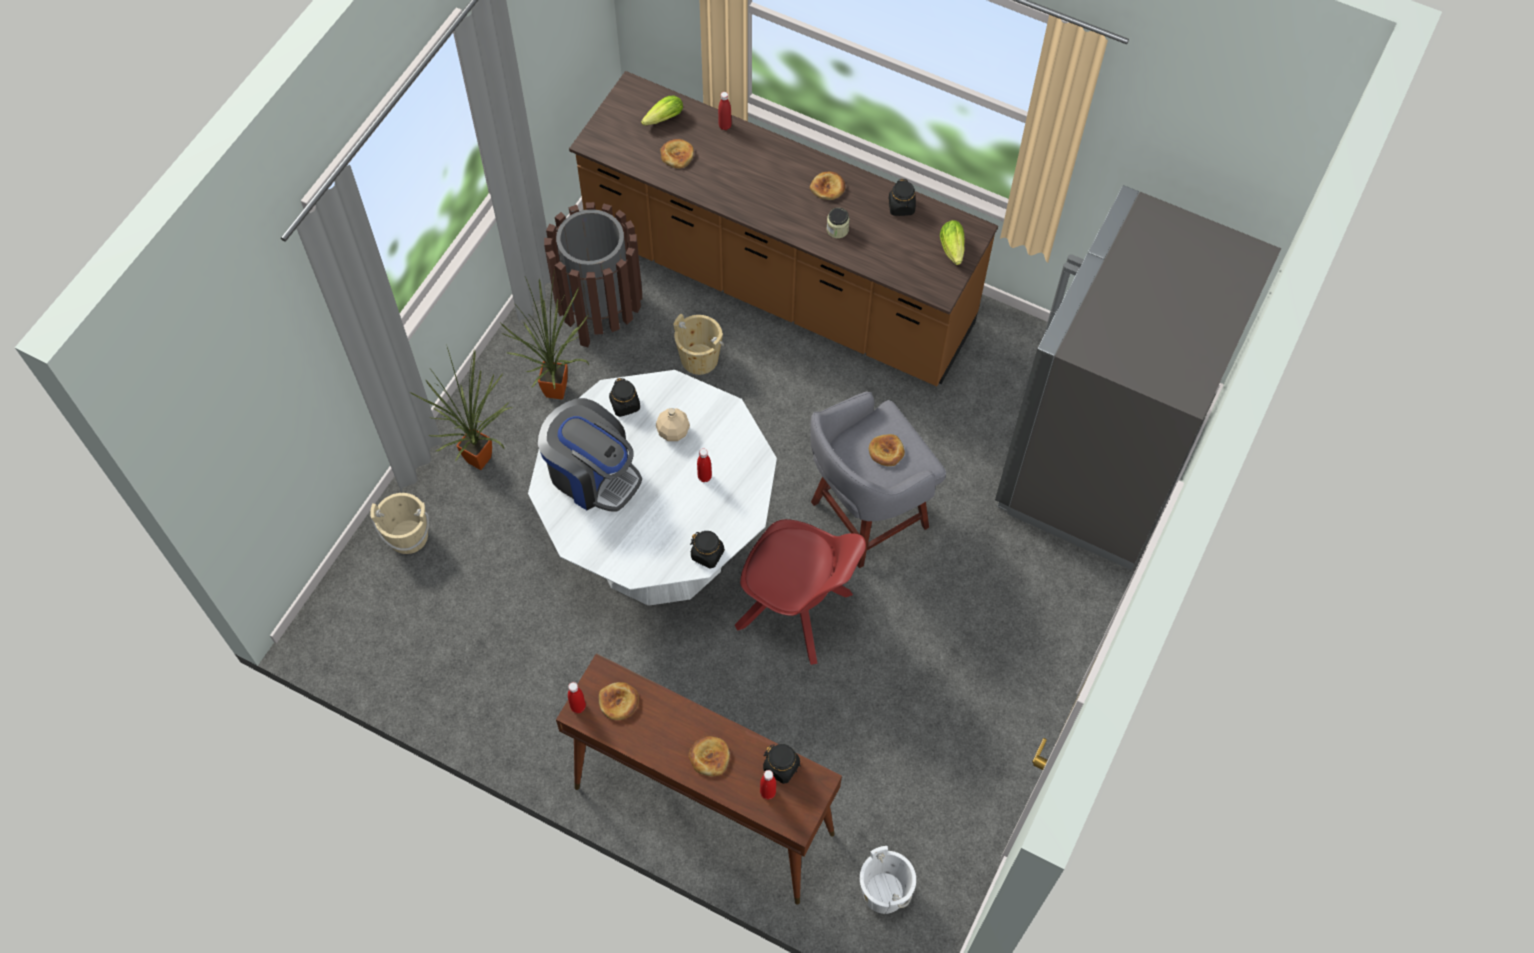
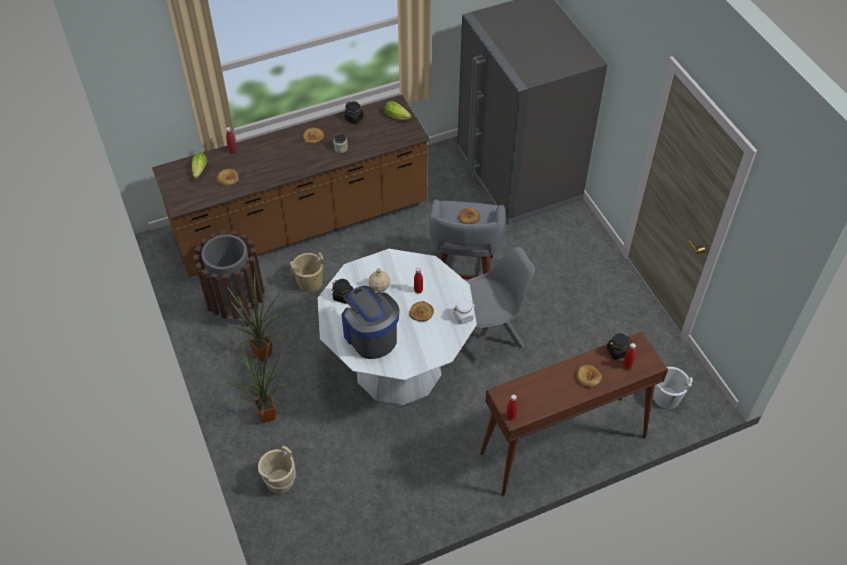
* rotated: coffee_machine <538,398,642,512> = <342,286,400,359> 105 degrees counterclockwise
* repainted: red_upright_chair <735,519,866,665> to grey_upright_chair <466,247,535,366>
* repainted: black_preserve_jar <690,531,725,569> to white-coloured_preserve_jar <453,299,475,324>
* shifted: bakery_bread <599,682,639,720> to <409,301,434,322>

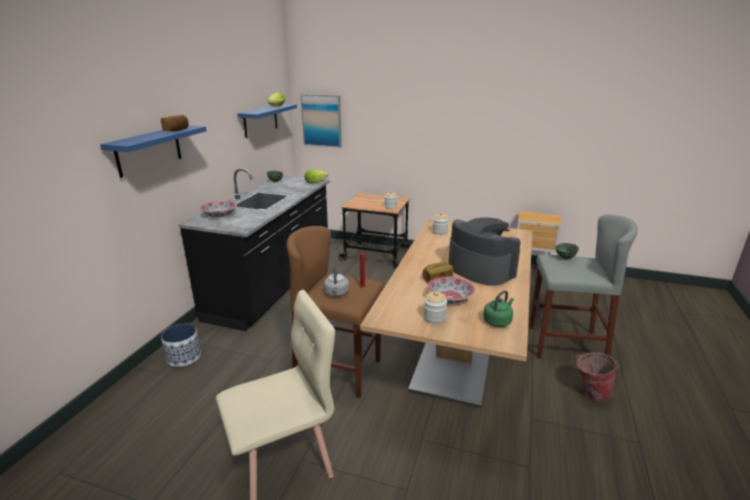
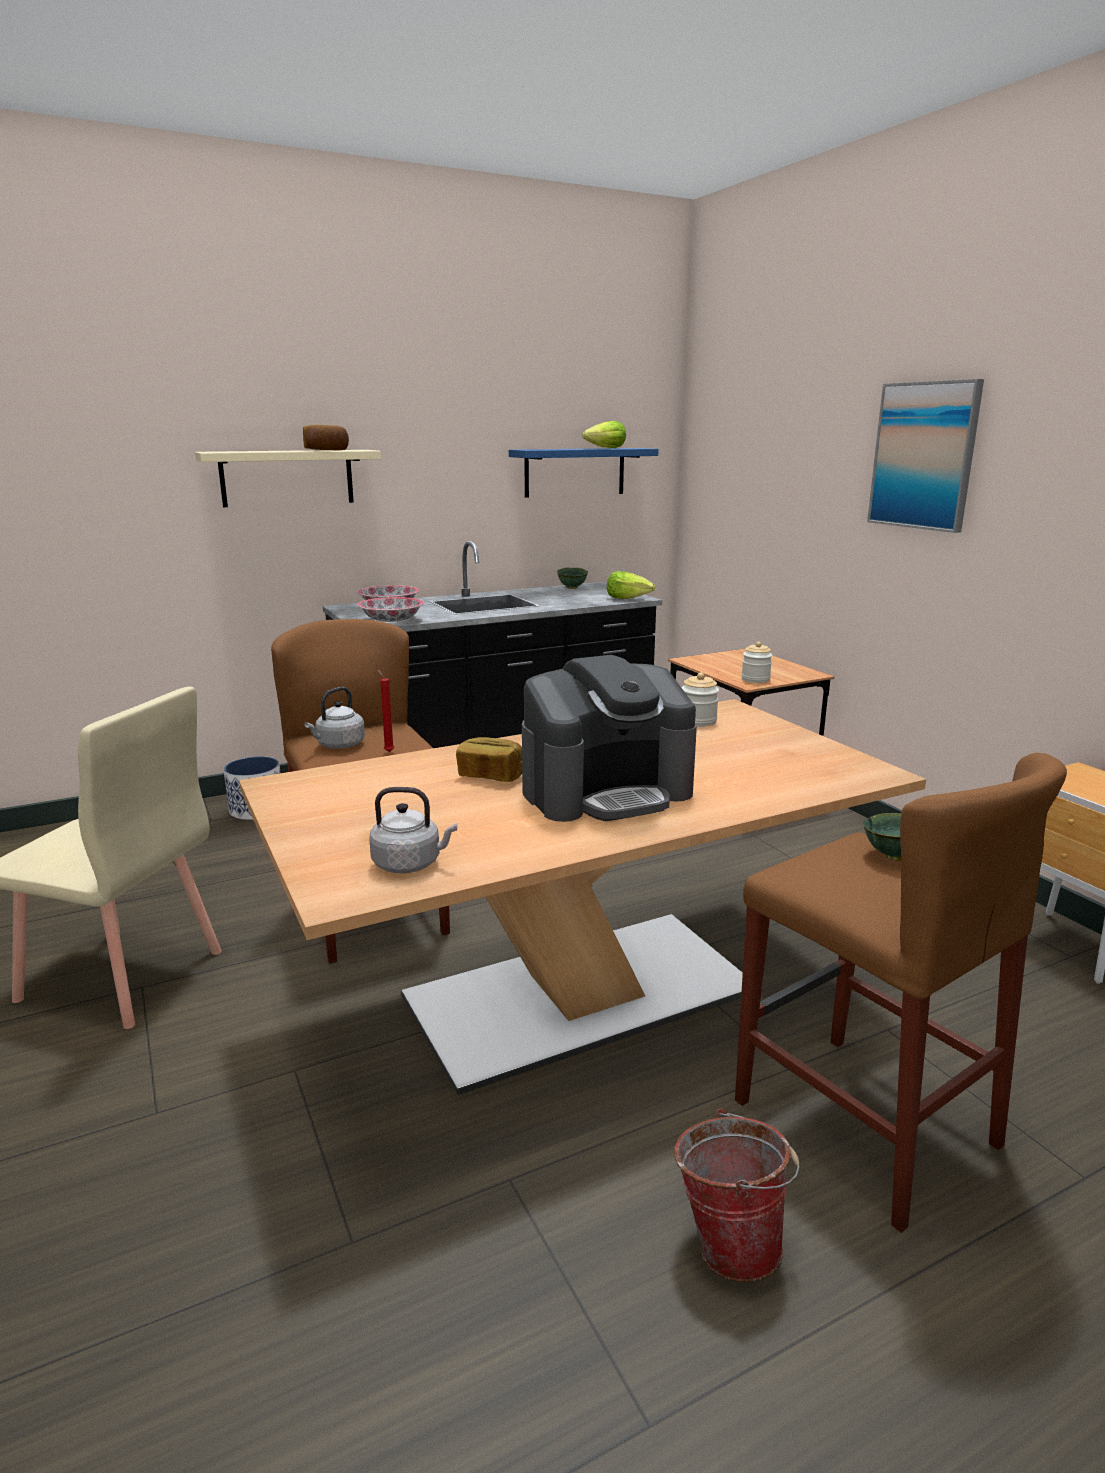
* shifted: picture <300,94,342,148> to <867,379,984,533>
* repainted: blue_wall_shelf <100,125,206,178> to sand-coloured_wall_shelf <195,450,381,507>
* repainted: grey_stool <529,214,638,359> to brownish_stool <735,753,1067,1233>
* rotated: coffee_machine <448,217,520,286> = <522,655,697,822> 60 degrees clockwise
* shifted: deep_dish <427,277,475,304> to <357,597,424,622>
* repainted: greenish_tea_kettle <483,290,514,327> to grey_tea_kettle <369,787,457,873>
* gone: preserve_jar <423,291,447,324>

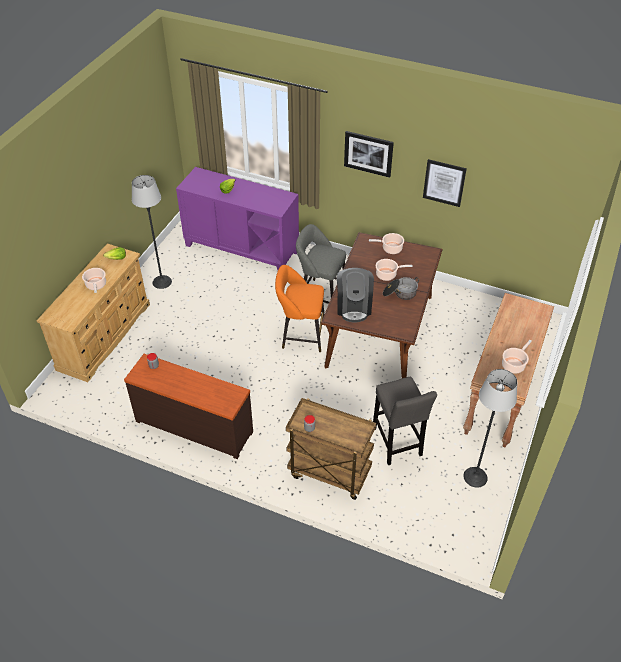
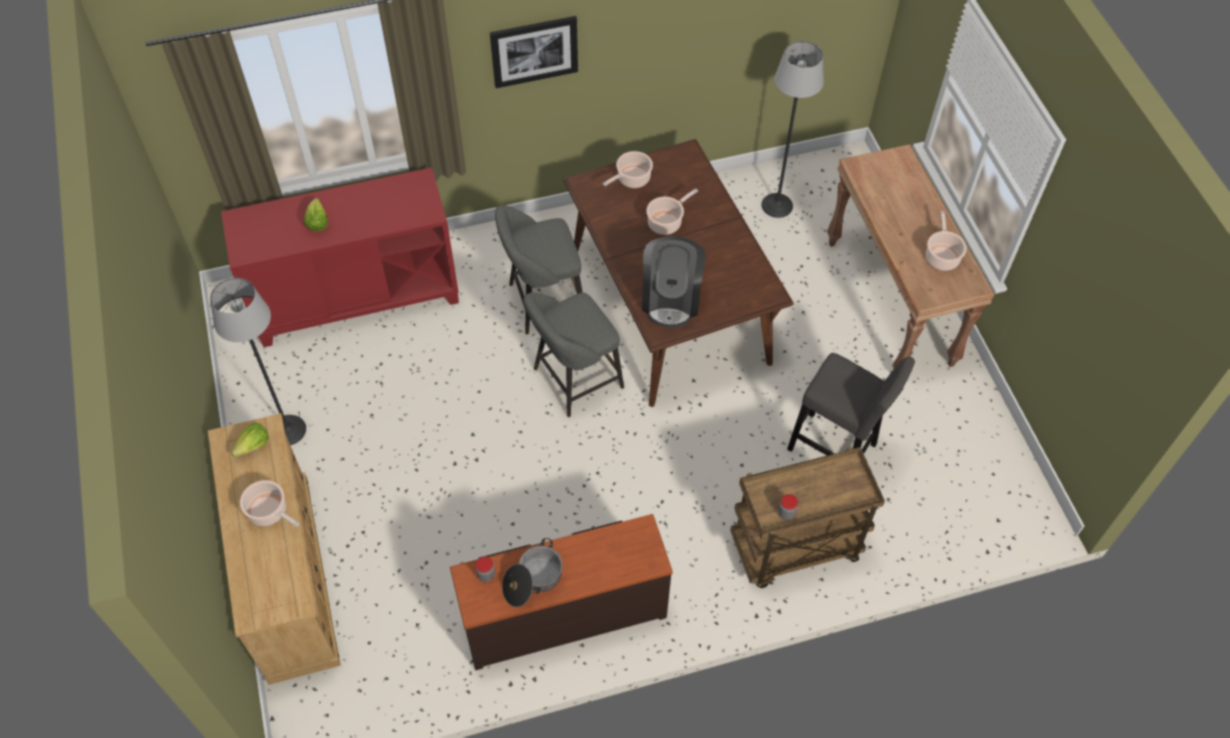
* gone: picture <423,159,467,207>
* repainted: purple-coloured_cabinet <176,167,299,270> to red_cabinet <221,167,459,347>
* repainted: orange_stool <275,265,325,352> to grey_stool <523,293,624,417>
* rotated: coffee_machine <337,268,374,323> = <642,236,705,328> 45 degrees clockwise
* shifted: stockpot <383,277,419,300> to <502,538,562,607>
* shifted: standard_lamp <463,369,517,488> to <761,41,824,218>

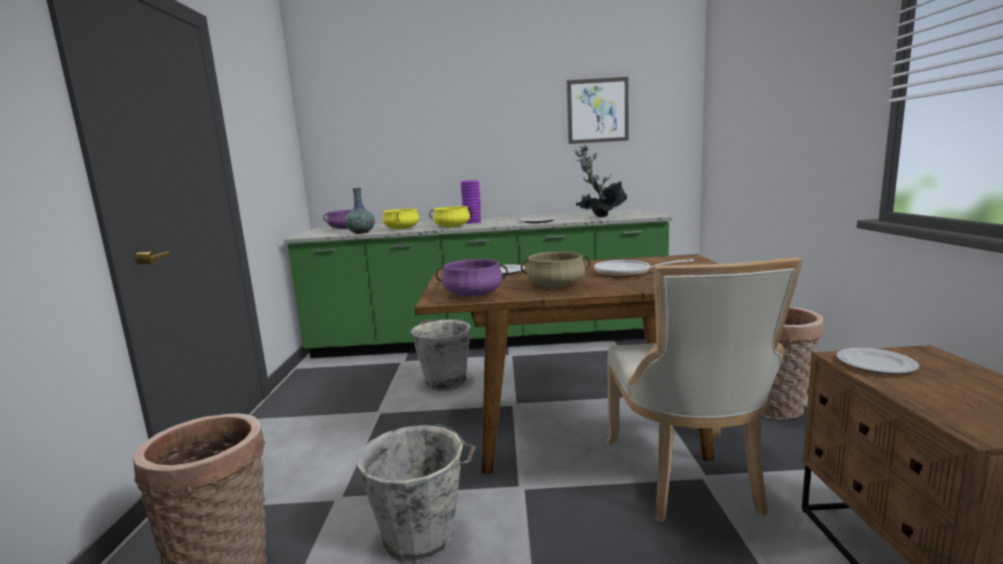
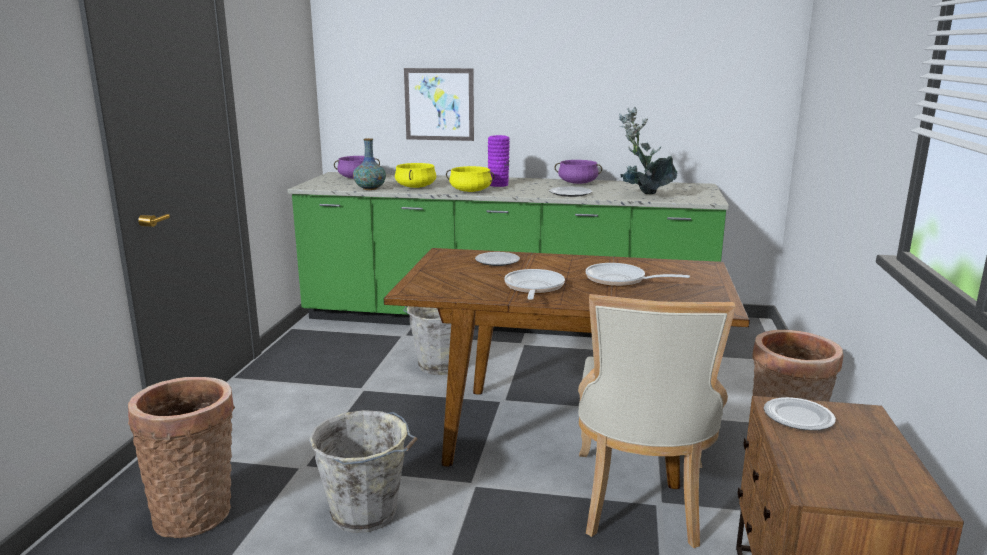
* shifted: picture <567,77,629,144> to <404,68,474,141>
* swapped: sand-coloured_stockpot <521,252,591,288> to pan <505,269,565,300>
* shifted: purple-coloured_stockpot <436,259,508,297> to <555,160,602,184>

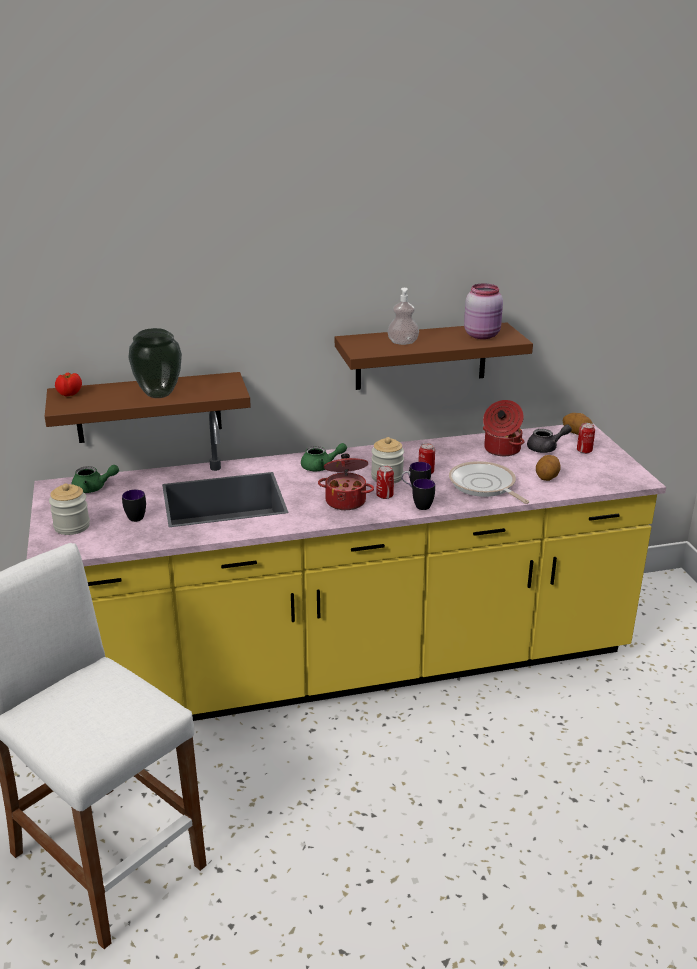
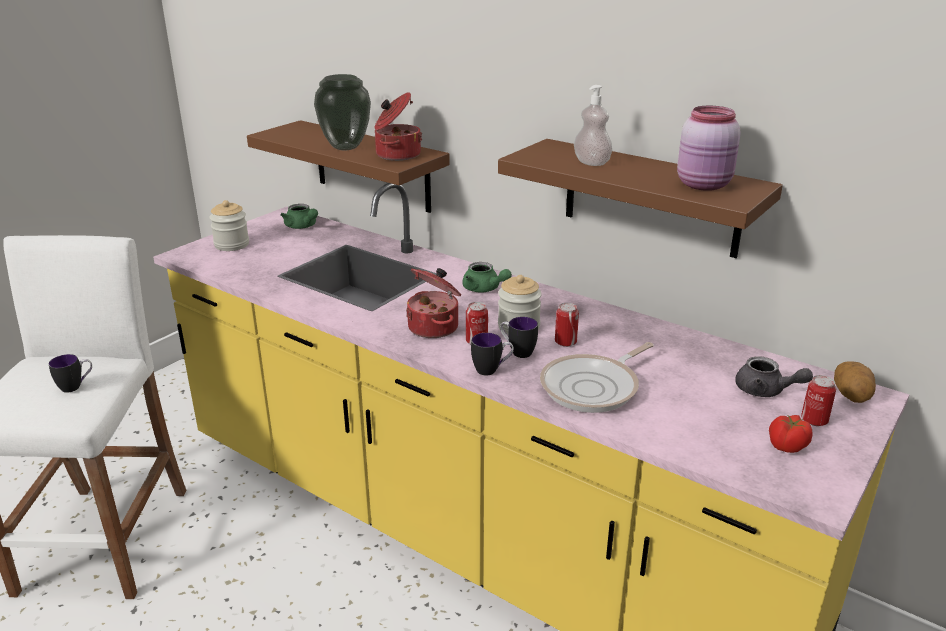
* shifted: whole_tomato <55,372,82,396> to <769,415,813,453>
* shifted: stockpot <483,400,524,456> to <374,92,422,161>
* gone: potato <536,455,561,481>
* rotated: pan <449,461,530,504> = <540,342,654,413> 150 degrees counterclockwise
* shifted: tea_mug <122,489,146,522> to <49,354,92,393>

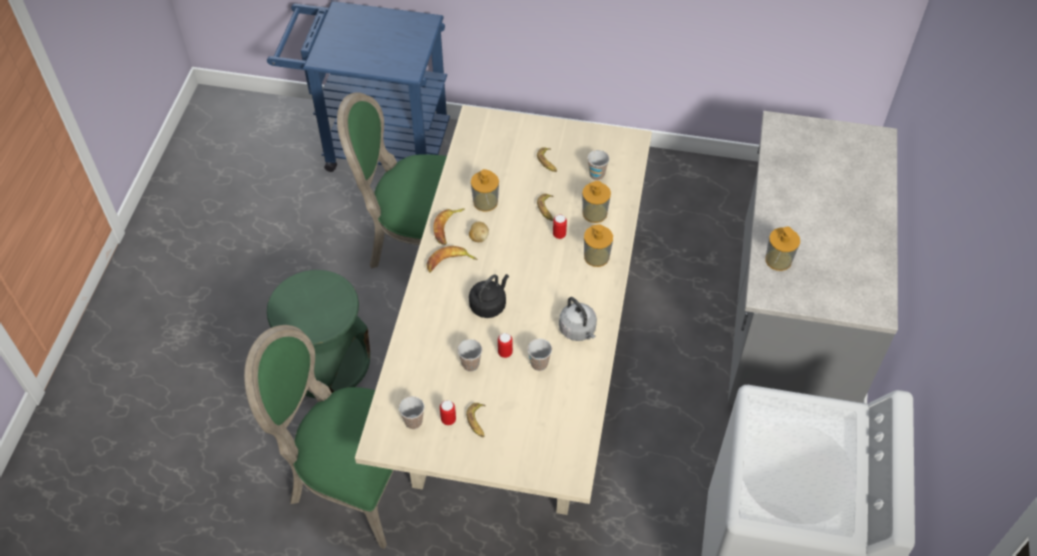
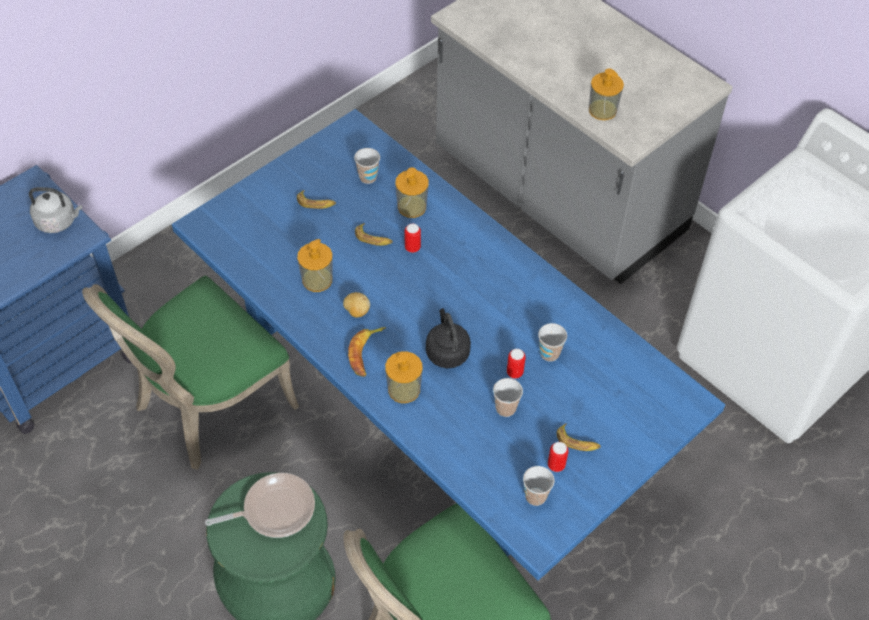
* repainted: sand-coloured_dining_table <355,105,652,515> to blue_dining_table <172,109,725,580>
* gone: banana <433,209,465,245>
* shifted: soap_dispenser <584,224,613,267> to <385,351,423,403>
* shifted: grey_tea_kettle <559,297,597,341> to <29,187,82,233>
* new: pan <205,473,315,538>

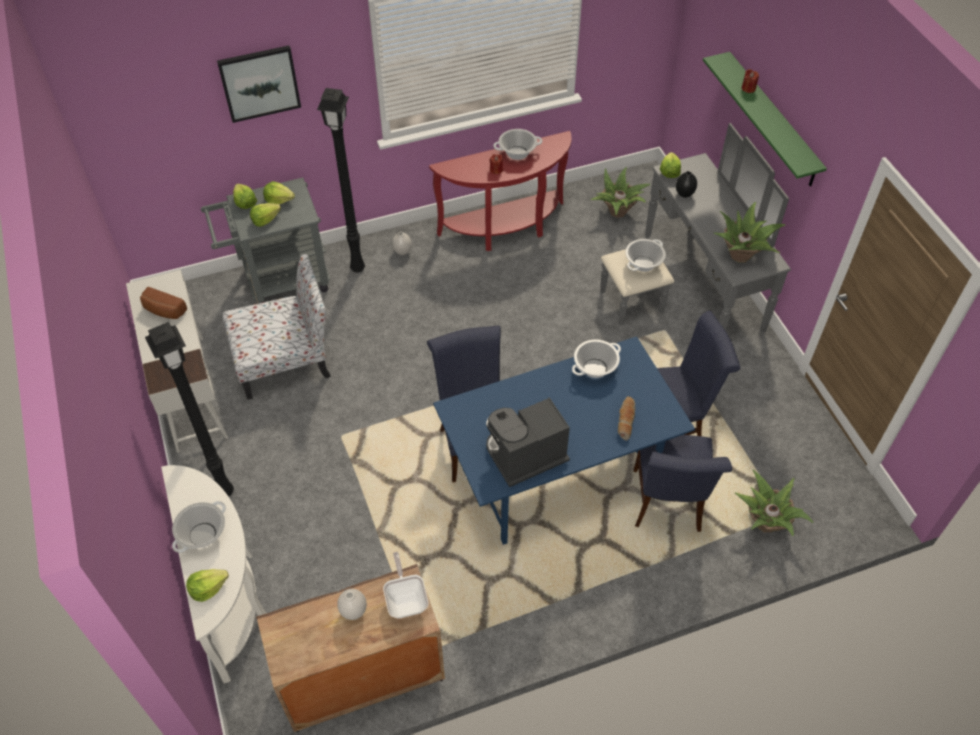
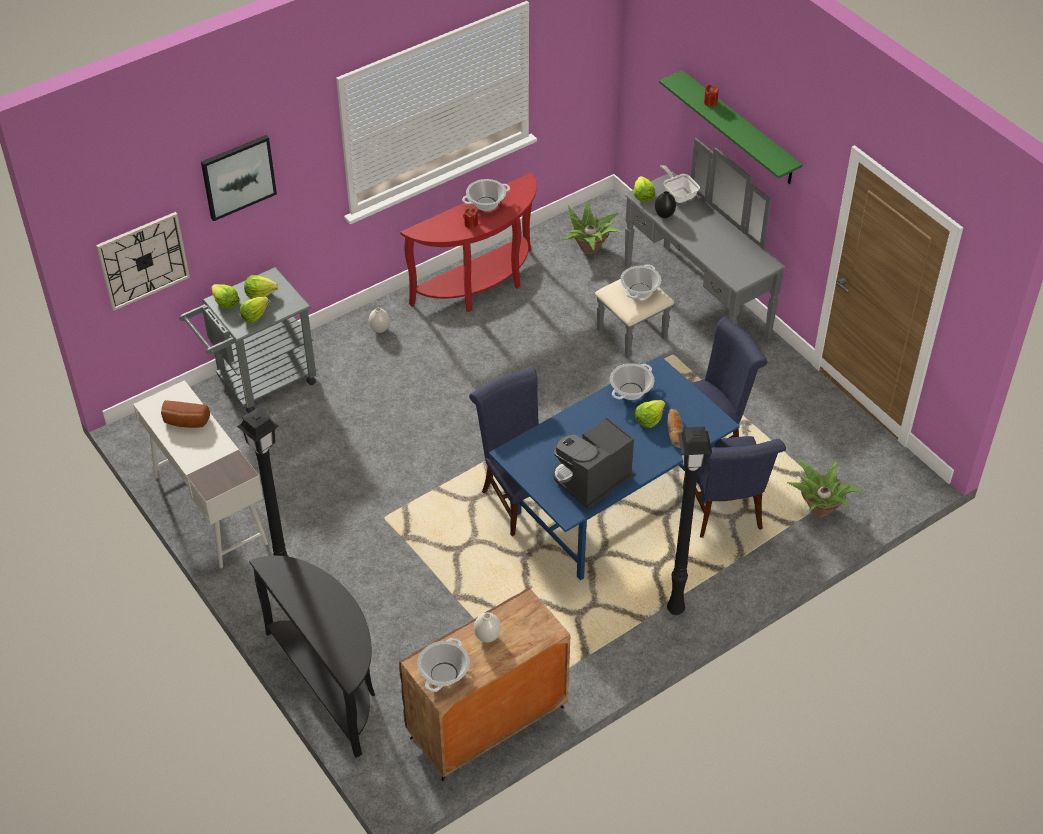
* shifted: black_standard_lamp <317,88,365,273> to <667,426,712,615>
* gone: houseplant <714,202,785,263>
* gone: upright_chair <222,254,331,400>
* repainted: white-coloured_narrow_table <161,465,267,683> to black_narrow_table <249,556,375,758>
* shifted: stockpot <172,501,226,553> to <417,638,470,692>
* shifted: pan <383,552,429,619> to <660,165,700,203>
* shifted: lettuce <186,569,229,602> to <635,400,665,428>
* new: hanging_clock <96,212,190,311>

